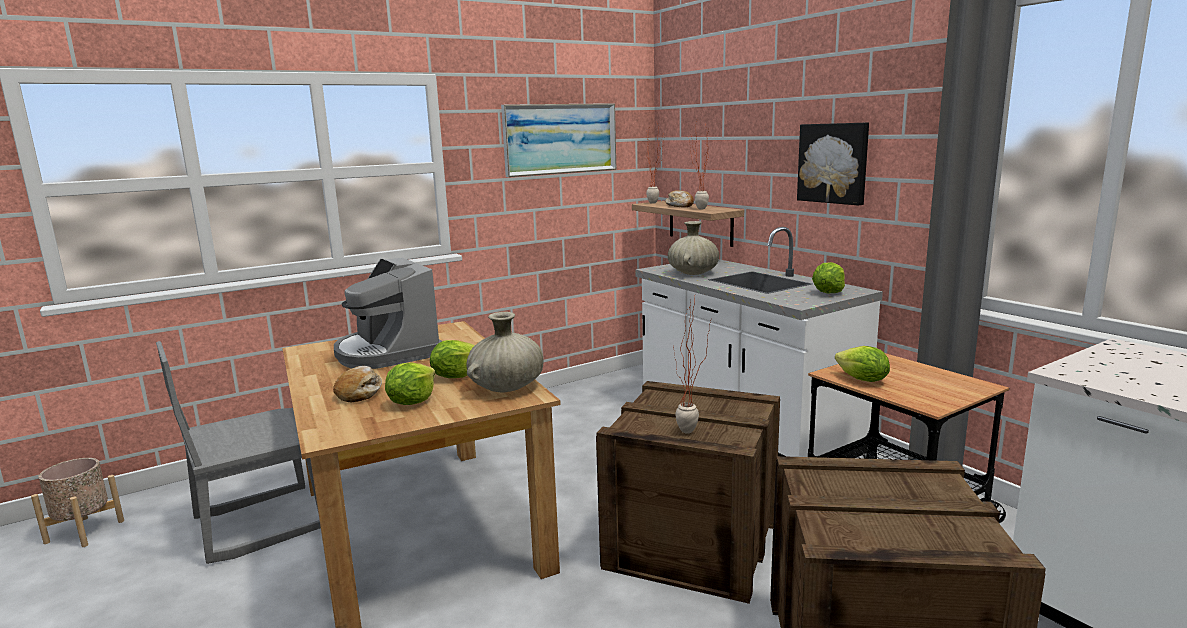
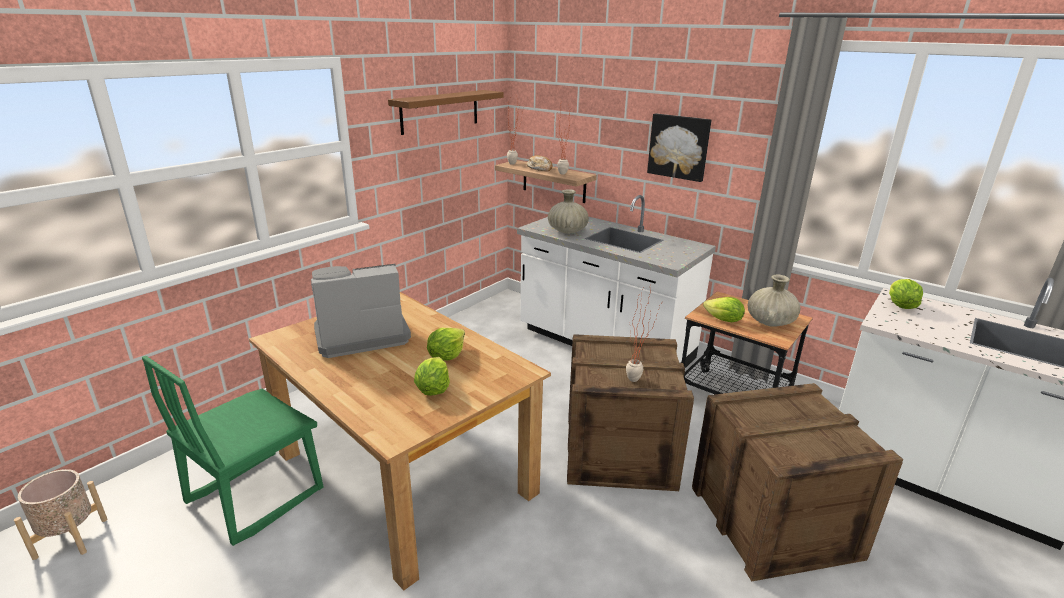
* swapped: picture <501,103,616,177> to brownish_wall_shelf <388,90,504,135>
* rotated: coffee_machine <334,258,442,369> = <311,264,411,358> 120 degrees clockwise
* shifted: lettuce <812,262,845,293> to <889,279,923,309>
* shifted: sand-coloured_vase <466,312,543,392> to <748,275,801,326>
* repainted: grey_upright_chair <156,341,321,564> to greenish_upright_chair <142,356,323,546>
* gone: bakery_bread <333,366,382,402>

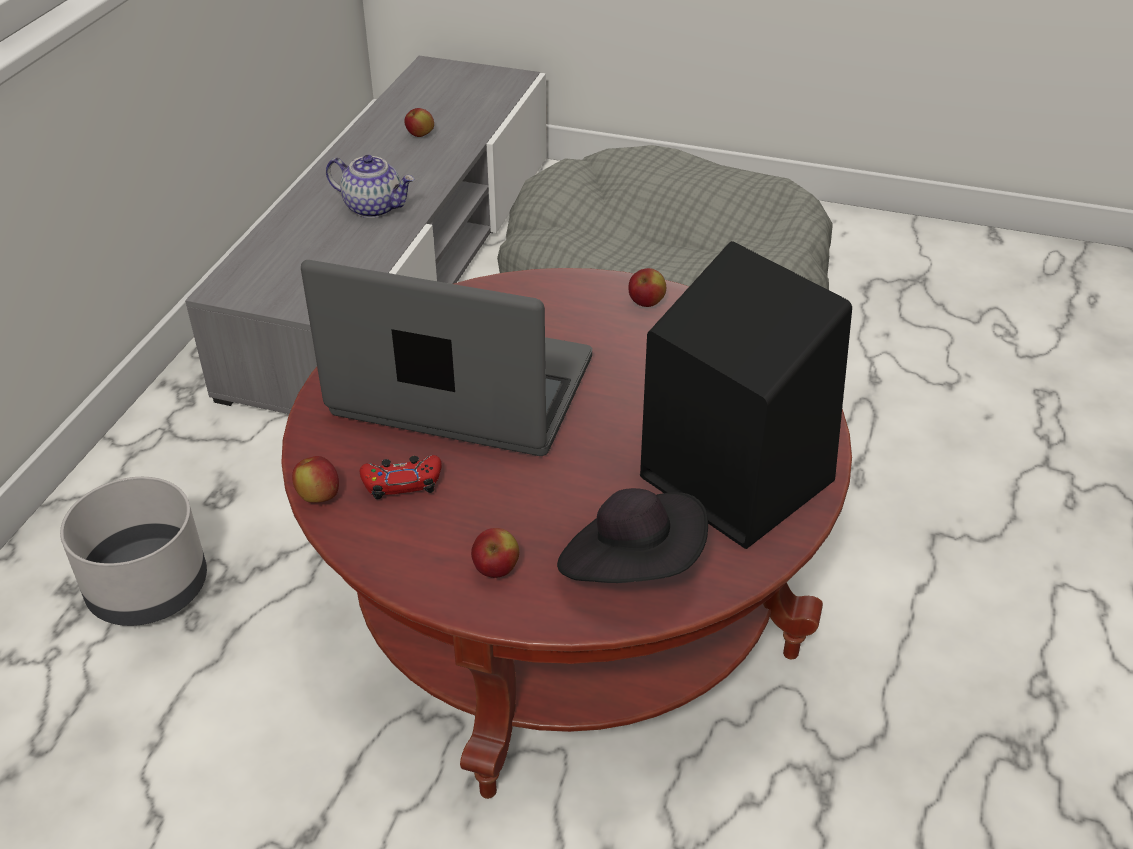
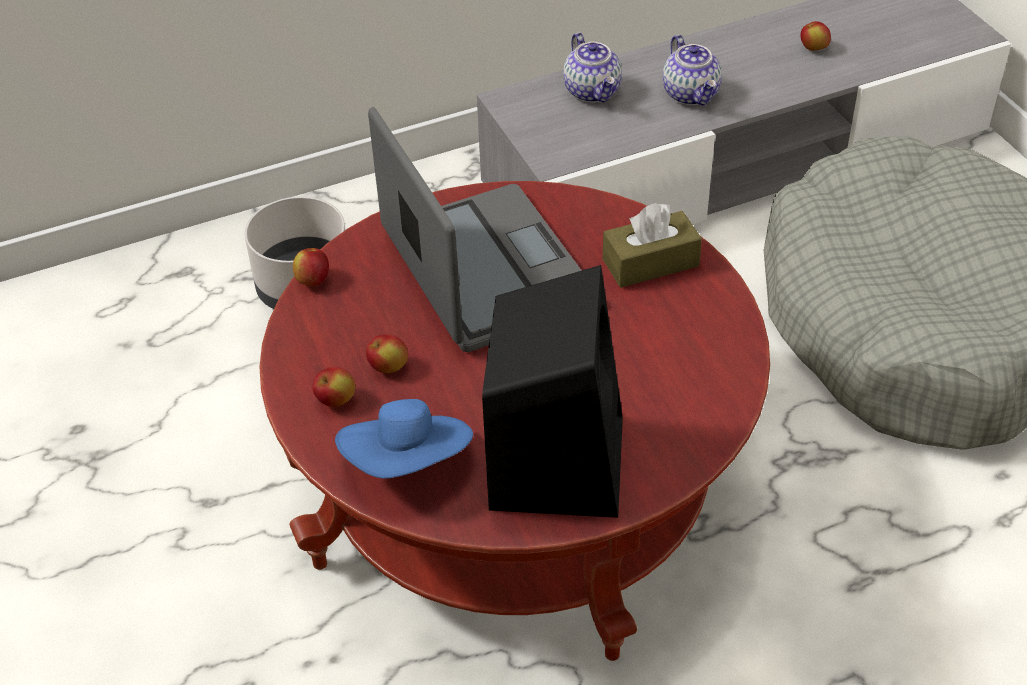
* shifted: whole_apple <628,268,666,307> to <366,334,408,373>
* gone: red_gamepad <360,455,441,500>
* repainted: black_wearable_hat <557,488,708,583> to blue_wearable_hat <335,399,473,479>
* new: teapot <563,33,622,103>
* new: brownish_tissue_holder <603,203,702,288>

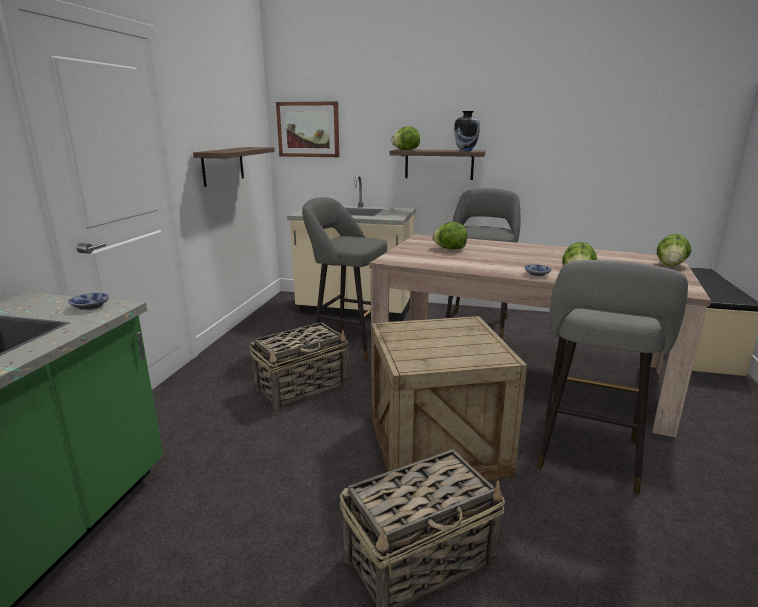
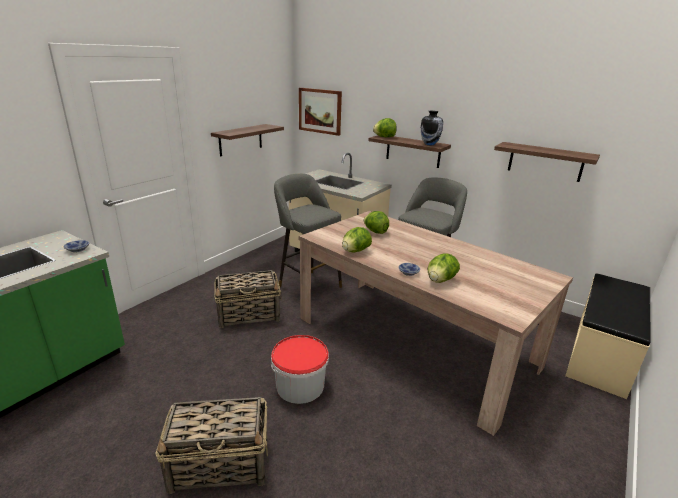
* shifted: lettuce <657,234,691,266> to <342,227,372,252>
* gone: grey_stool <537,260,688,494>
* swapped: packing_crate <371,316,527,480> to pail <271,335,329,404>
* new: wall_shelf <494,142,600,182>

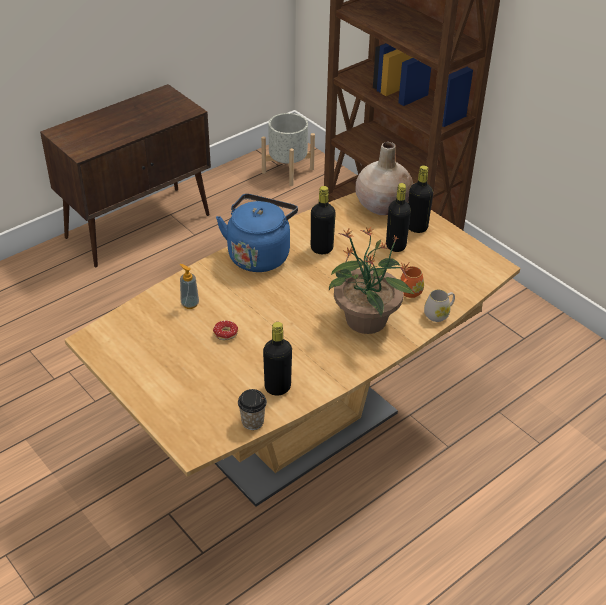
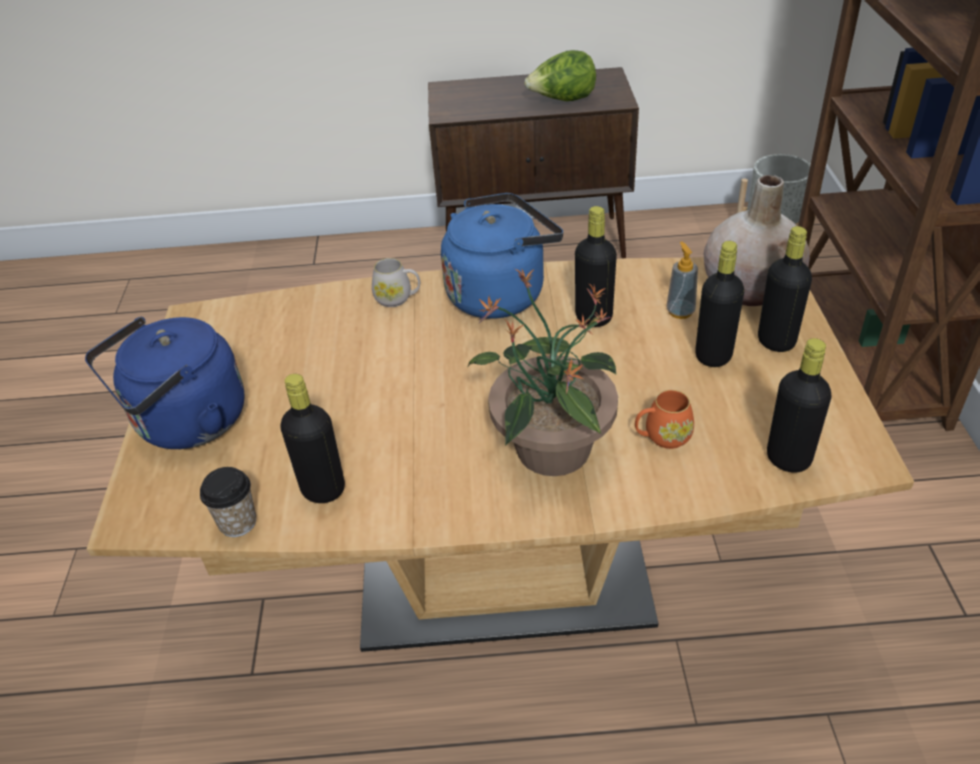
* shifted: soap_dispenser <179,264,199,309> to <666,242,698,319>
* shifted: white-coloured_tea_mug <424,290,455,322> to <372,258,420,307>
* gone: donut <213,321,238,342>
* new: lettuce <525,50,596,101>
* new: blue_tea_kettle <85,317,245,449>
* new: black_beverage_bottle <767,338,832,473>

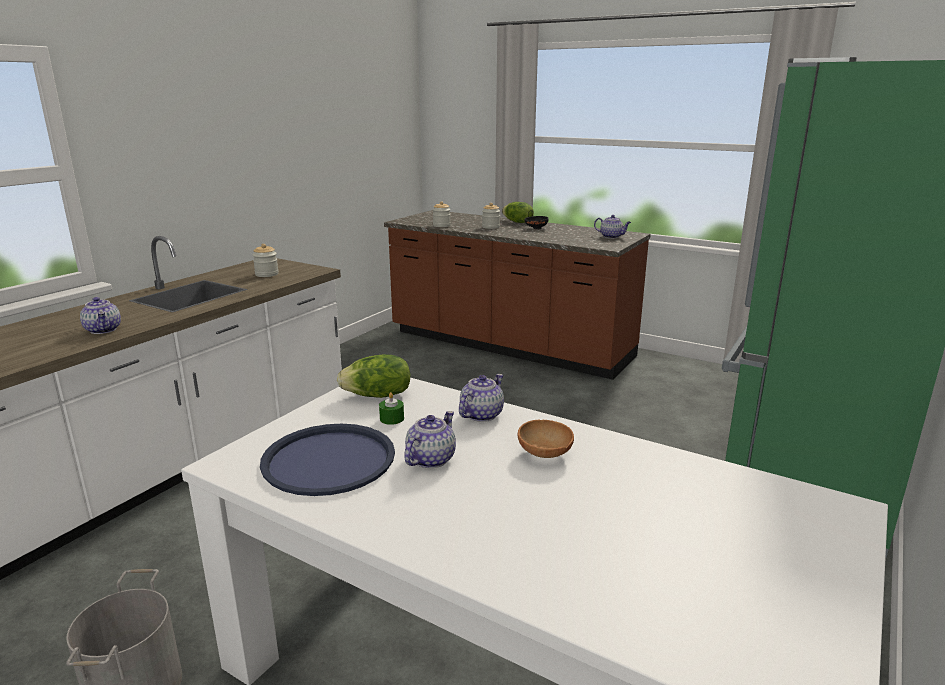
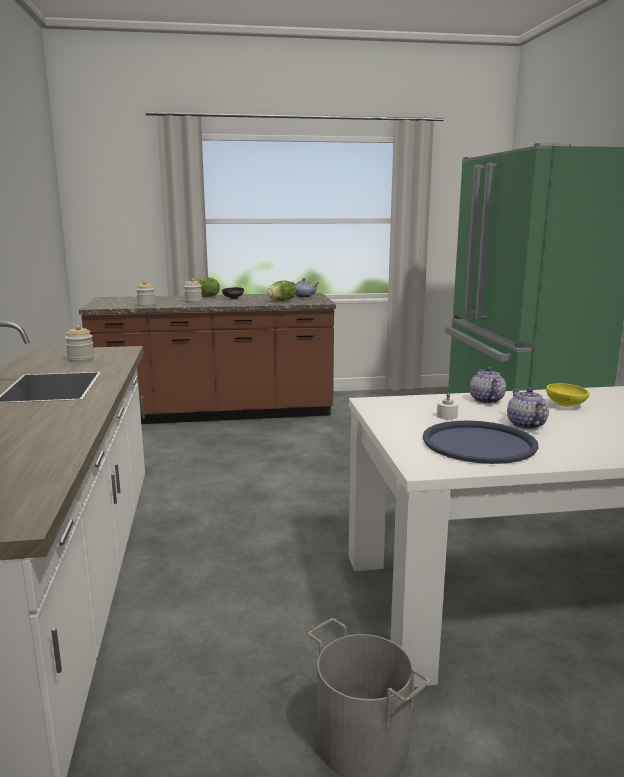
* gone: teapot <80,297,121,334>
* shifted: lettuce <337,354,410,398> to <267,280,296,301>
* repainted: greenish_candle <379,392,404,425> to white-coloured_candle <437,393,458,420>
* repainted: brownish_deep_dish <517,420,574,458> to yellowish_deep_dish <546,383,590,407>

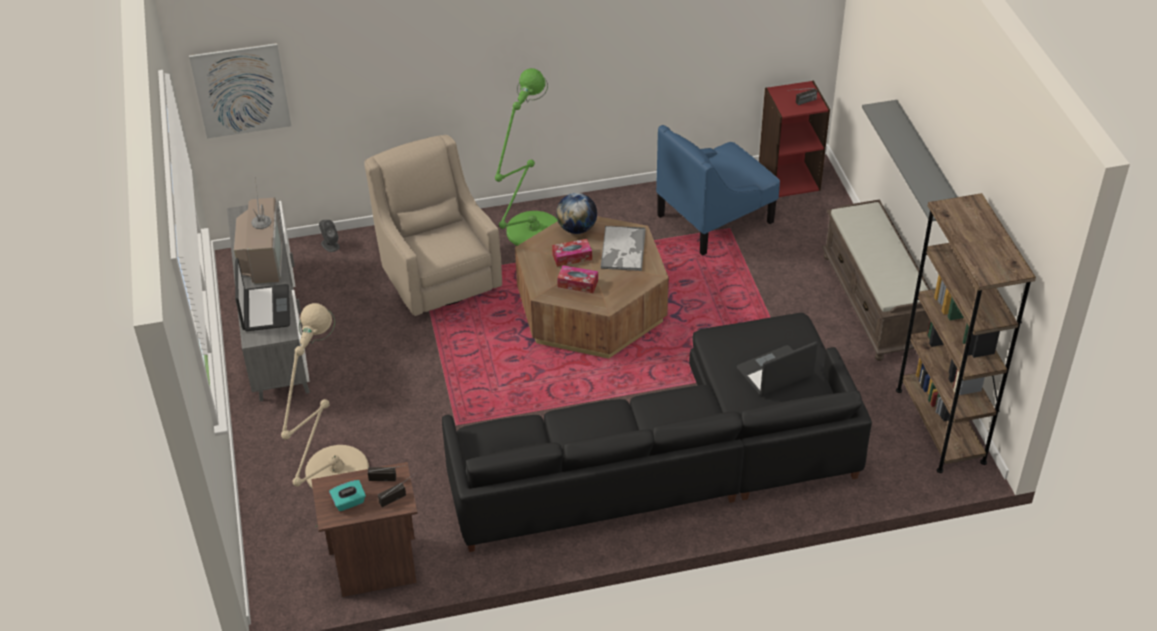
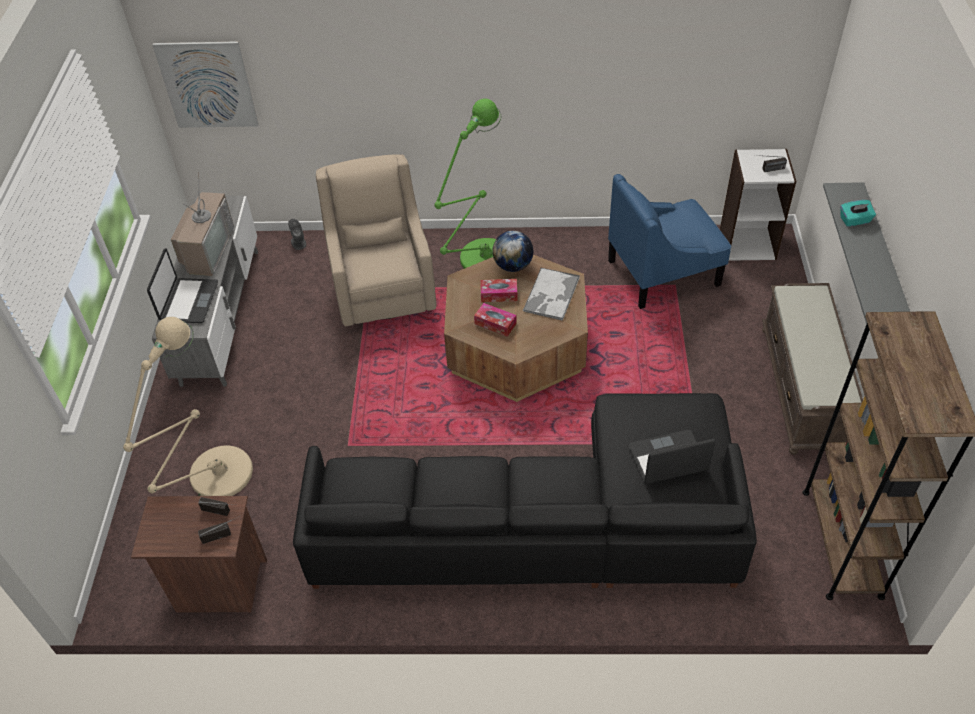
* repainted: red_bookshelf <759,80,830,197> to white-coloured_bookshelf <720,149,796,261>
* shifted: blue-green_tissue_holder <329,480,366,511> to <840,200,876,227>

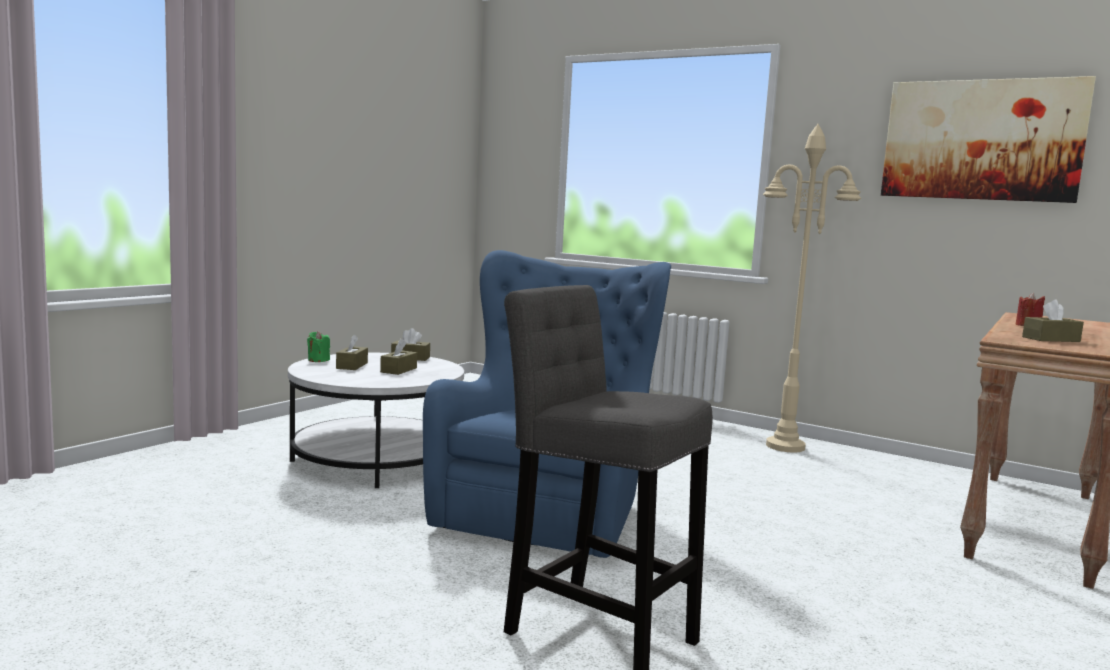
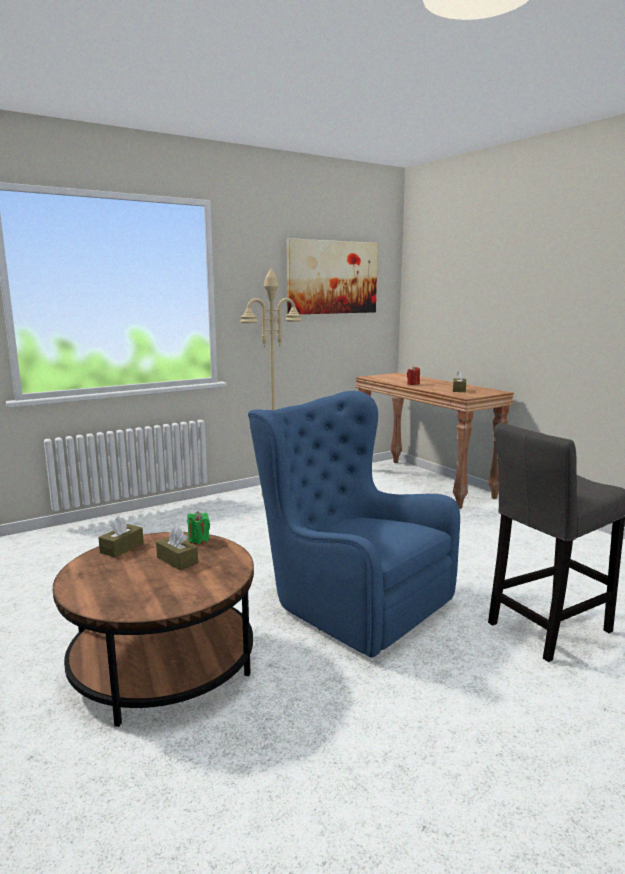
* shifted: greenish_candle <307,331,330,362> to <187,511,210,544>
* gone: brownish_tissue_holder <336,334,368,370>
* repainted: white-coloured_coffee_table <288,353,464,488> to brownish_coffee_table <53,532,254,727>

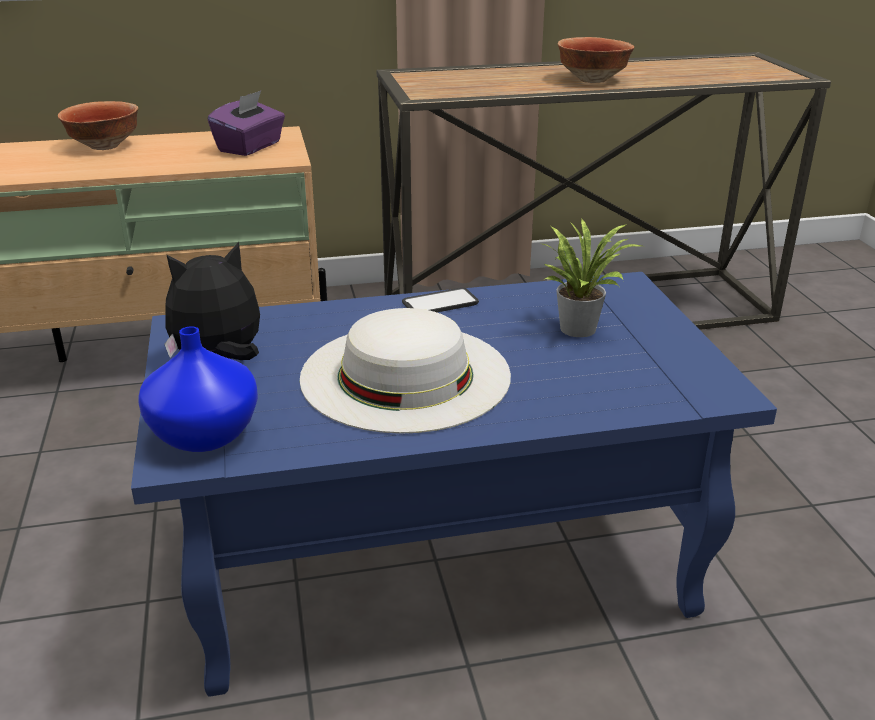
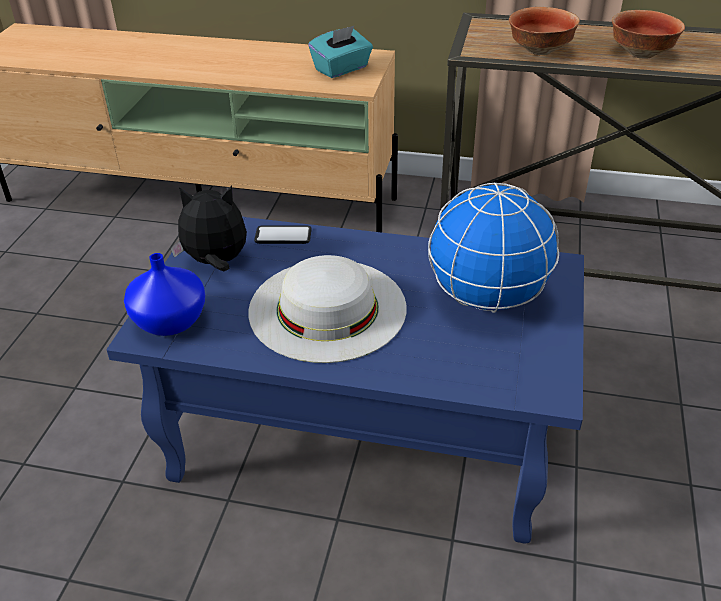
* repainted: purple-coloured_tissue_holder <208,91,285,156> to blue-green_tissue_holder <308,25,373,78>
* shifted: deep_dish <58,101,138,150> to <509,7,580,55>
* swapped: houseplant <543,219,642,337> to desk_globe <428,182,559,313>
* shifted: handset <402,288,479,312> to <254,226,312,244>

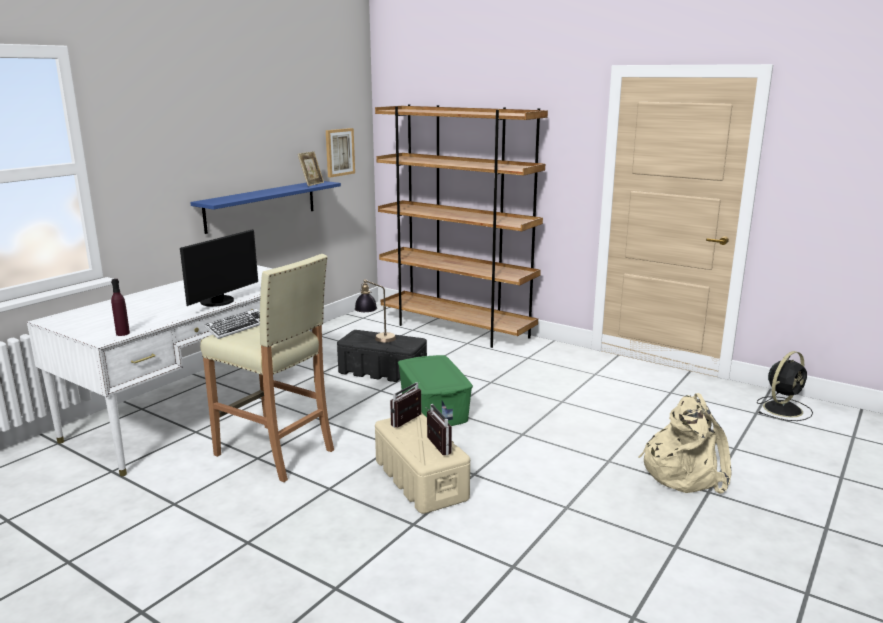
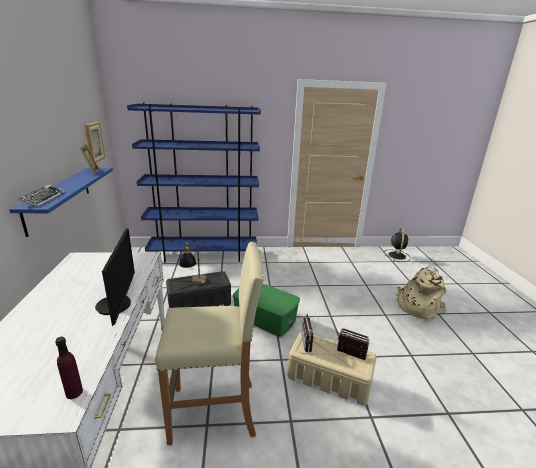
* repainted: brownish_bookshelf <375,104,548,348> to blue_bookshelf <127,103,261,262>
* shifted: computer_keyboard <204,309,260,339> to <18,184,65,207>

